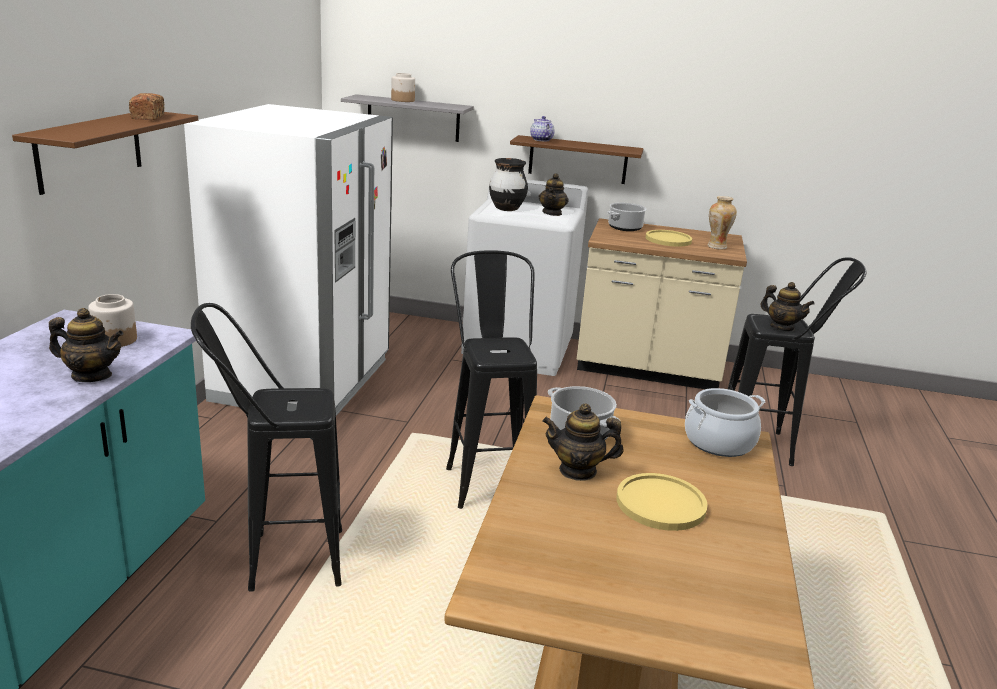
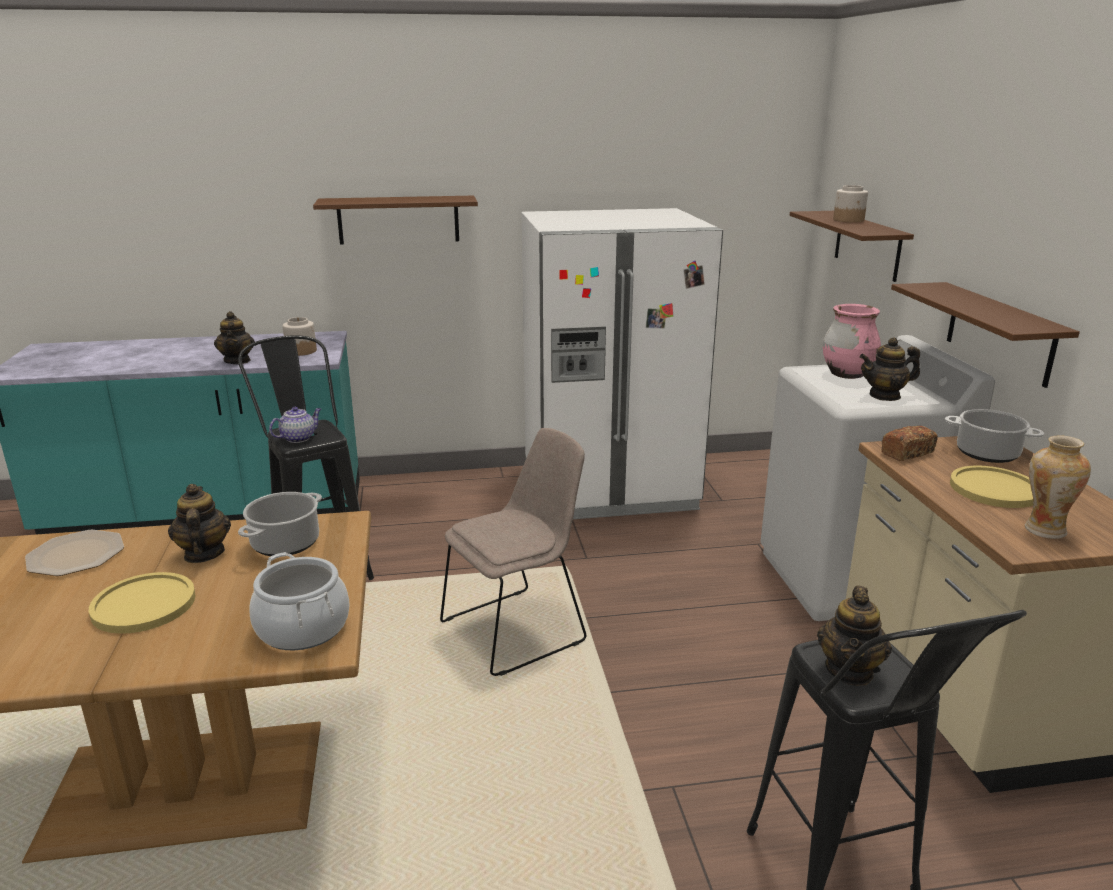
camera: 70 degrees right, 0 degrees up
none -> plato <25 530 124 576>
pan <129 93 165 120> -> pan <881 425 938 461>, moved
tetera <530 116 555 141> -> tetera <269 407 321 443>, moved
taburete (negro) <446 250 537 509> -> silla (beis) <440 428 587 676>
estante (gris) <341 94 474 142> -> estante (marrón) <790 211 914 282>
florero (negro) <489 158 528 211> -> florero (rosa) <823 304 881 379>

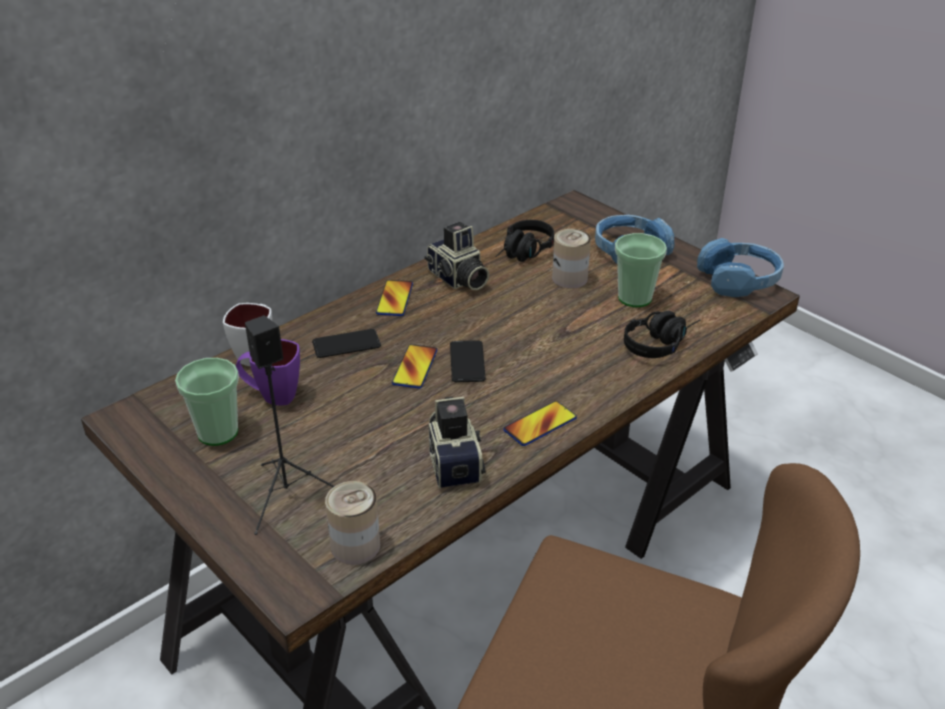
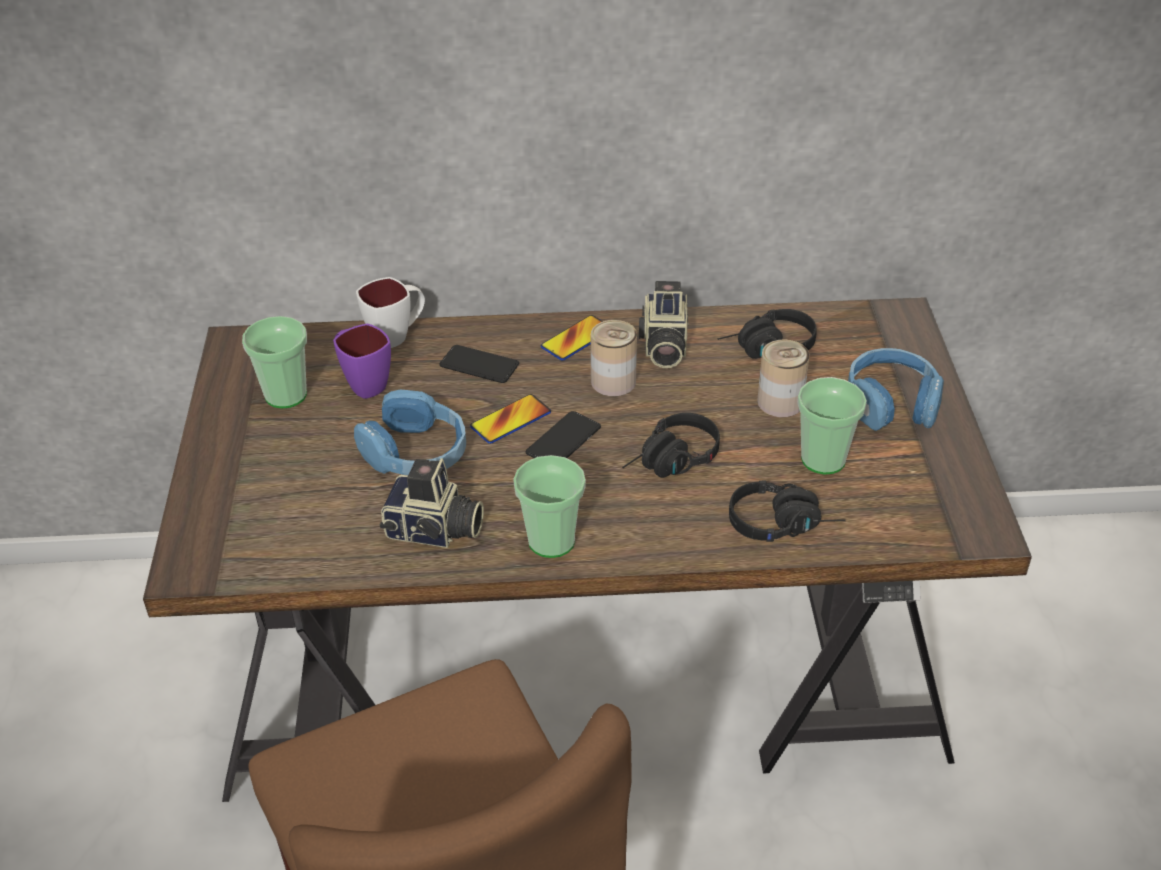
camera: 40 degrees right, 5 degrees up
altavoz (negro) <245 315 334 535> -> none
none -> auriculares (negro) <622 413 720 478>
lata <325 481 380 565> -> lata <591 320 637 396>, moved
auriculares (azul) <697 238 784 297> -> auriculares (azul) <354 390 466 475>, moved
móvil <504 401 577 446> -> taza <513 455 586 558>
cámara <429 397 486 489> -> cámara <380 458 484 548>, 75 degrees clockwise

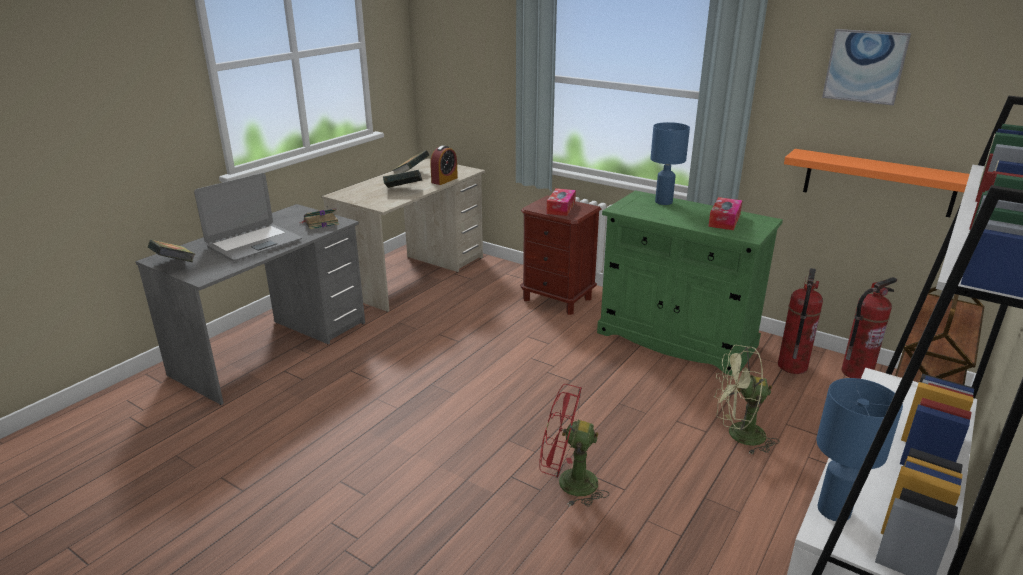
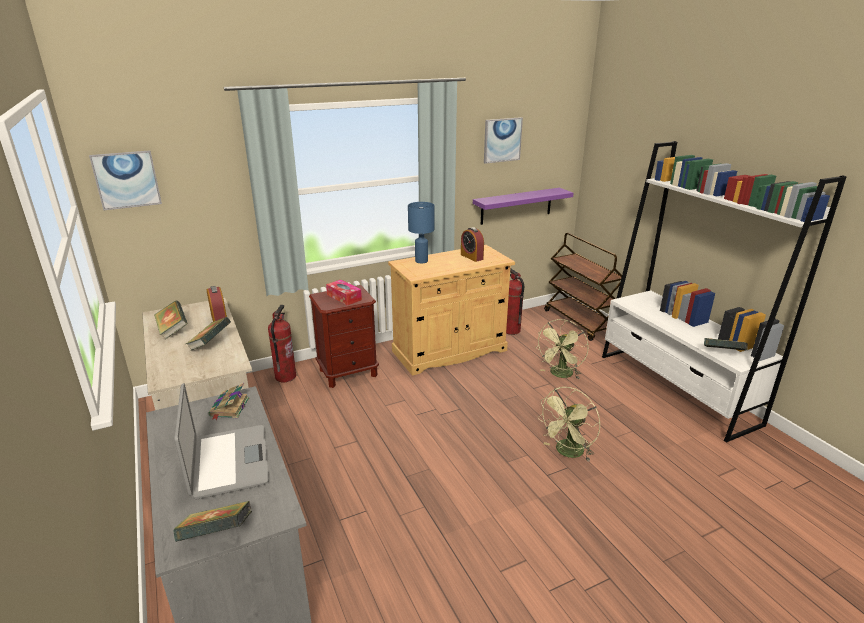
camera: 60 degrees left, 0 degrees up
none -> cuadro <89 150 162 210>
extintor <842 277 897 379> -> extintor <268 305 296 382>, moved
caja de pañuelos <708 197 743 230> -> despertador <461 227 484 262>
lámpara de mesa (azul) <816 378 903 521> -> libro <704 338 748 350>
ventilador (rojo) <539 384 609 507> -> ventilador (verde) <537 387 600 461>
armario (verde) <597 190 783 375> -> armario (beis) <388 245 515 376>
estante (naranja) <784 149 970 217> -> estante (morado) <473 188 573 225>

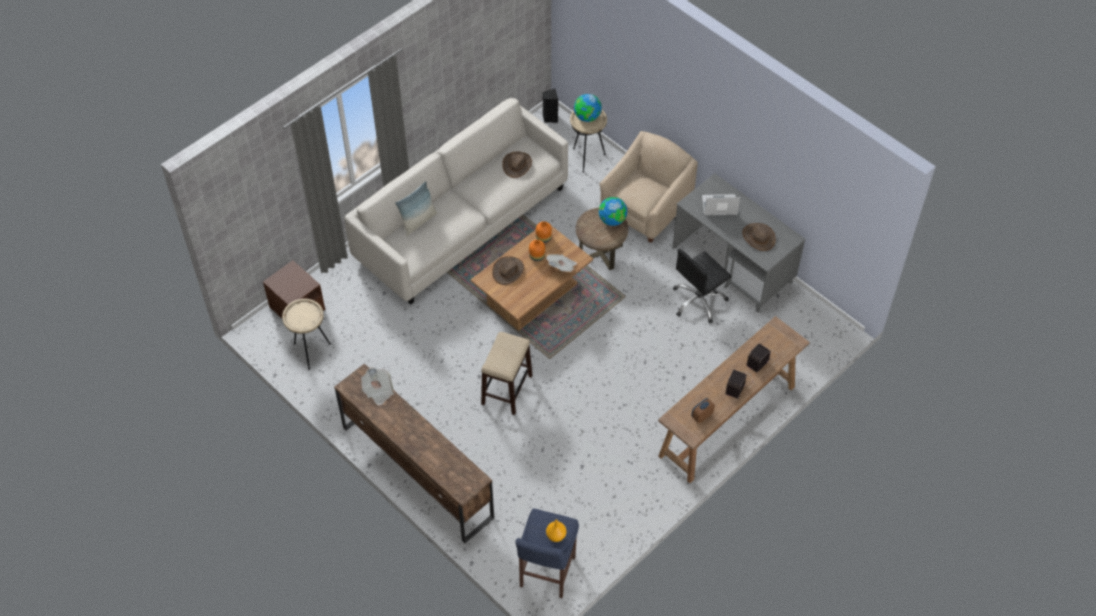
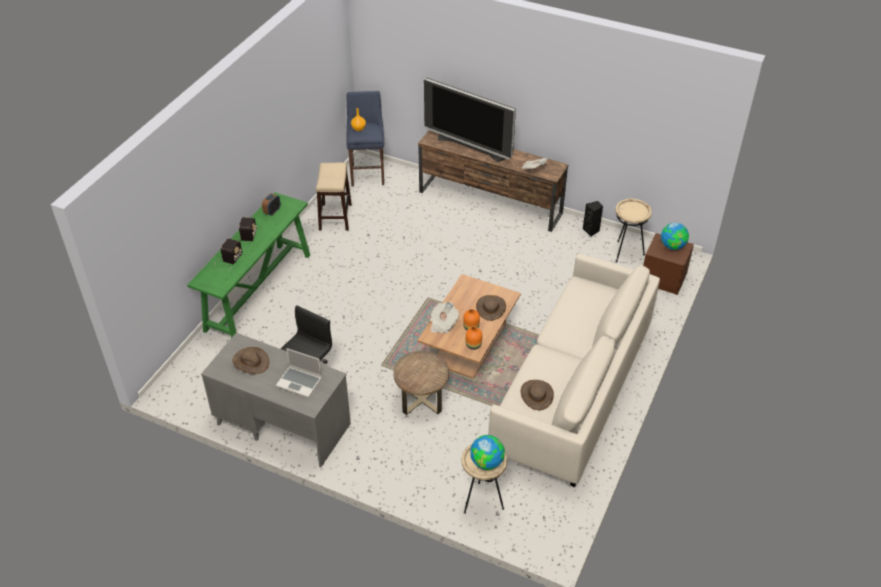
camera: 160 degrees right, 10 degrees down
cojín <395 181 438 236> -> none
sillón (beis) <599 131 698 243> -> none
none -> televisor <424 78 516 162>
taburete <481 332 533 415> -> taburete <316 163 352 231>, moved
altavoz (negro) <543 88 558 123> -> altavoz (negro) <583 201 603 237>, moved
globo terráqueo <599 197 627 226> -> globo terráqueo <661 223 689 250>, moved
mesa consola (marrón) <658 316 810 483> -> mesa consola (verde) <187 192 310 338>
portátil <702 194 740 215> -> portátil <276 348 322 398>, 45 degrees clockwise

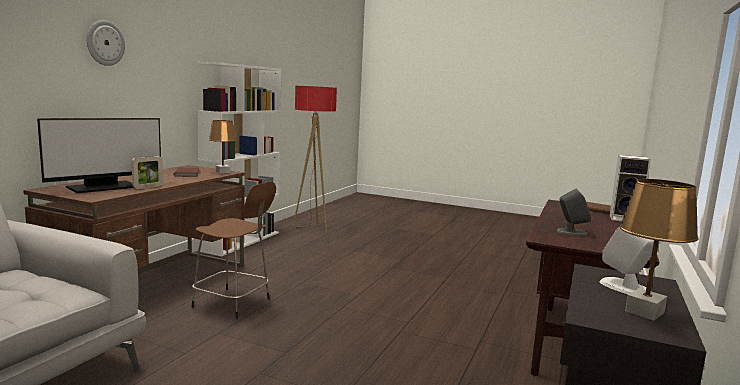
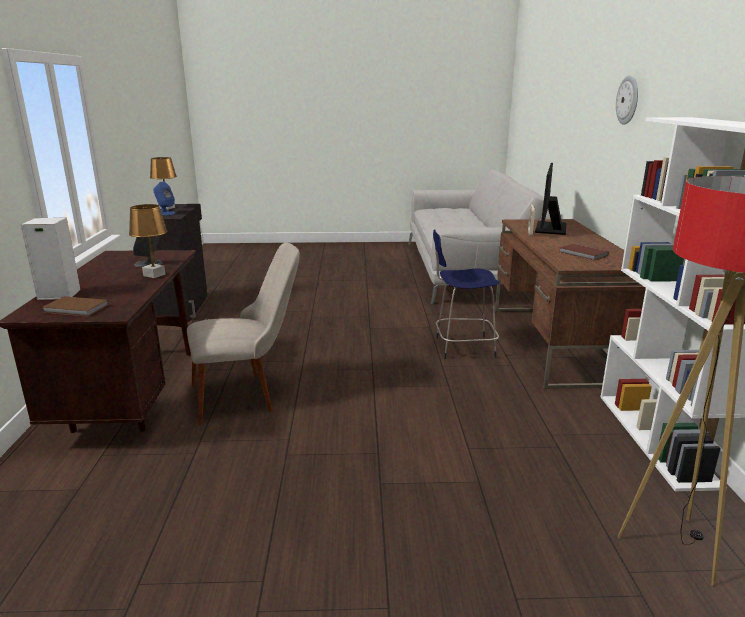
camera: 155 degrees right, 10 degrees up
none -> silla (beis) <187 243 300 425>
lámpara de mesa (marrón) <209 120 237 174> -> lámpara de mesa (marrón) <129 204 168 278>, moved
taburete (marrón) <191 181 276 319> -> taburete (azul) <433 229 499 359>
altavoz (blanco) <599 227 659 294> -> altavoz (azul) <153 182 176 215>

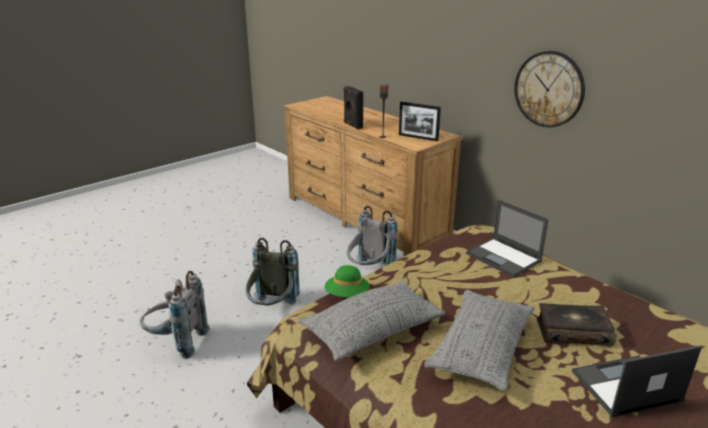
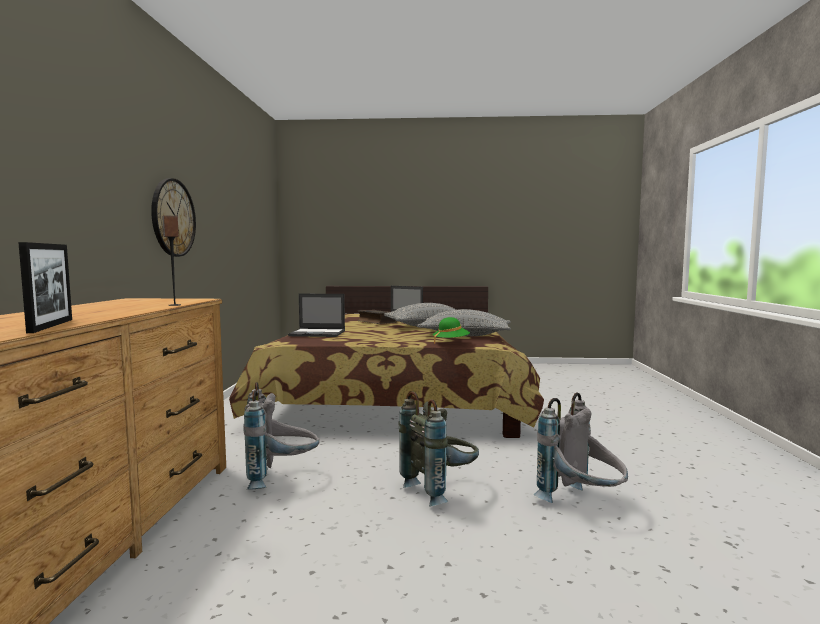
camera: 135 degrees left, 20 degrees down
altavoz (negro) <344 86 363 129> -> none
portarretratos <399 102 441 141> -> portarretratos <18 242 72 333>, moved
portátil <466 200 549 278> -> portátil <288 294 345 337>, 90 degrees clockwise

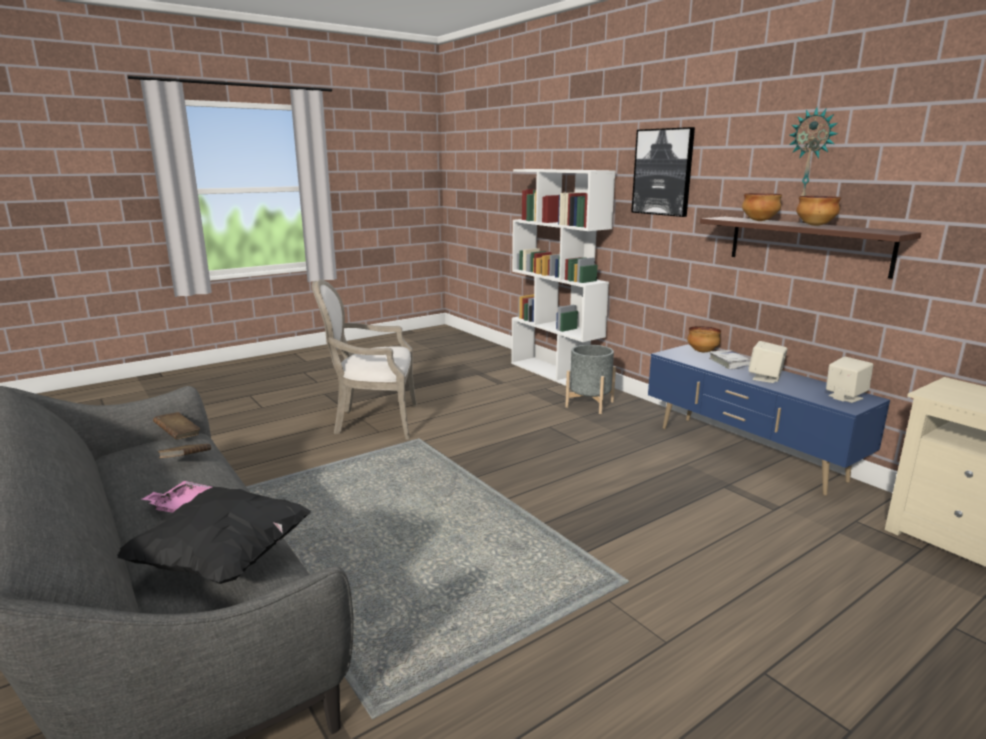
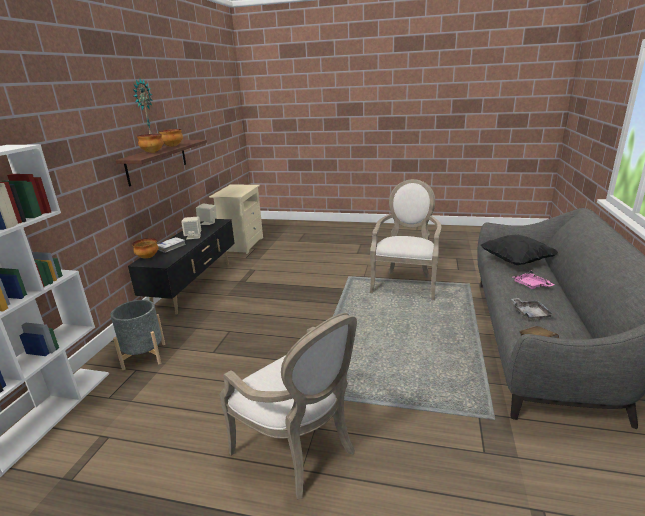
camera: 130 degrees left, 5 degrees up
cuadro <631 127 695 217> -> none
none -> sillón <370 179 442 300>
libro (marrón) <158 444 211 459> -> bandeja (gris) <511 298 555 321>
mueble de televisión (azul) <648 344 890 496> -> mueble de televisión (negro) <128 219 235 315>

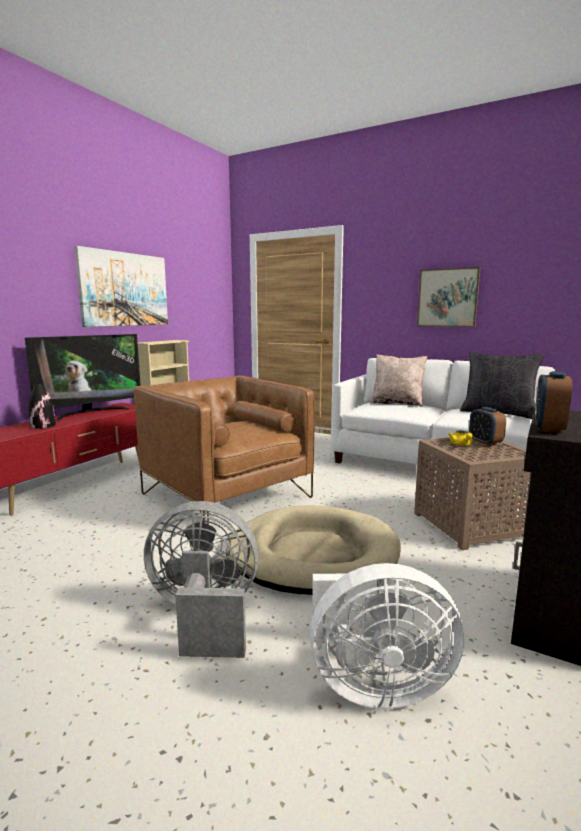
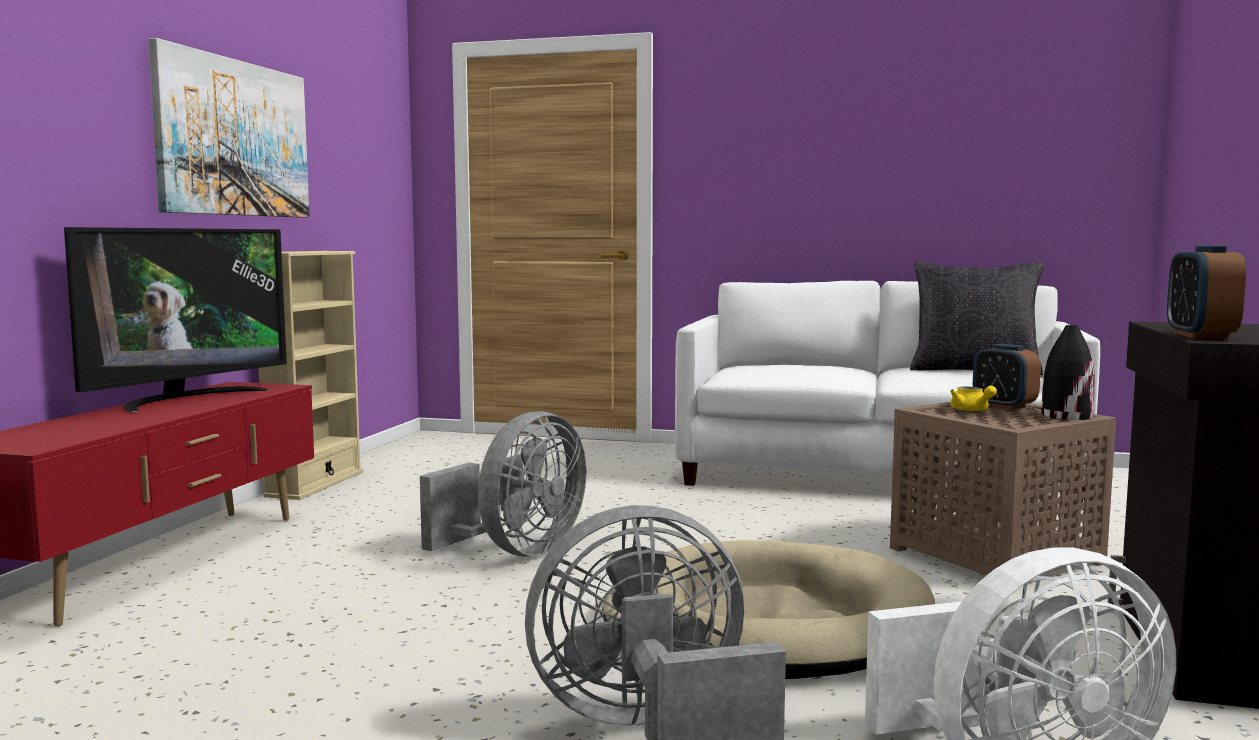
camera: 15 degrees left, 5 degrees down
cojín (beis) <371 355 427 407> -> none
cuadro <417 267 480 327> -> none
florero (negro) <28 383 56 429> -> florero (negro) <1041 325 1094 420>, moved
sillón (marrón) <134 375 315 524> -> ventilador (gris) <420 411 586 556>

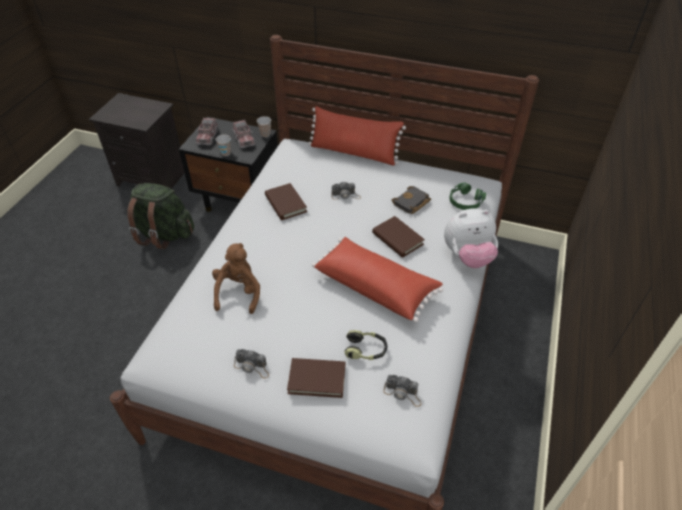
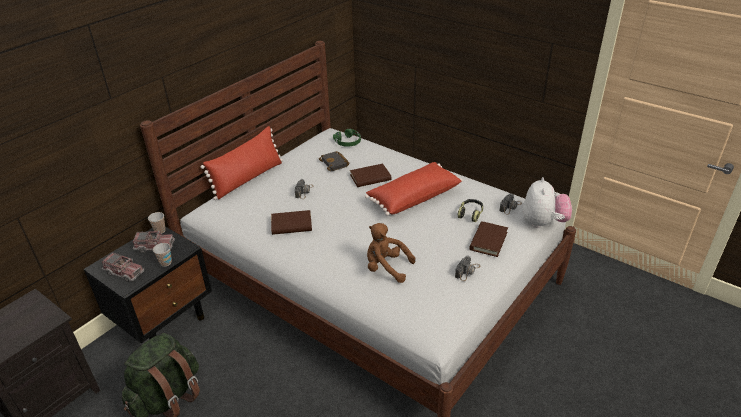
camera: 70 degrees left, 10 degrees down
peluche <444 208 498 268> -> peluche <523 177 572 228>, moved

